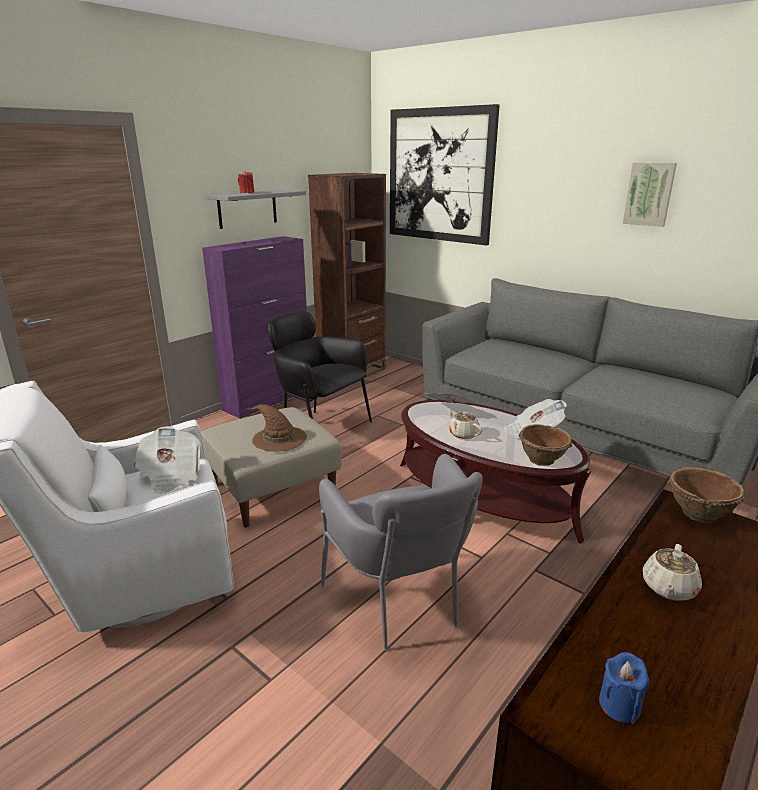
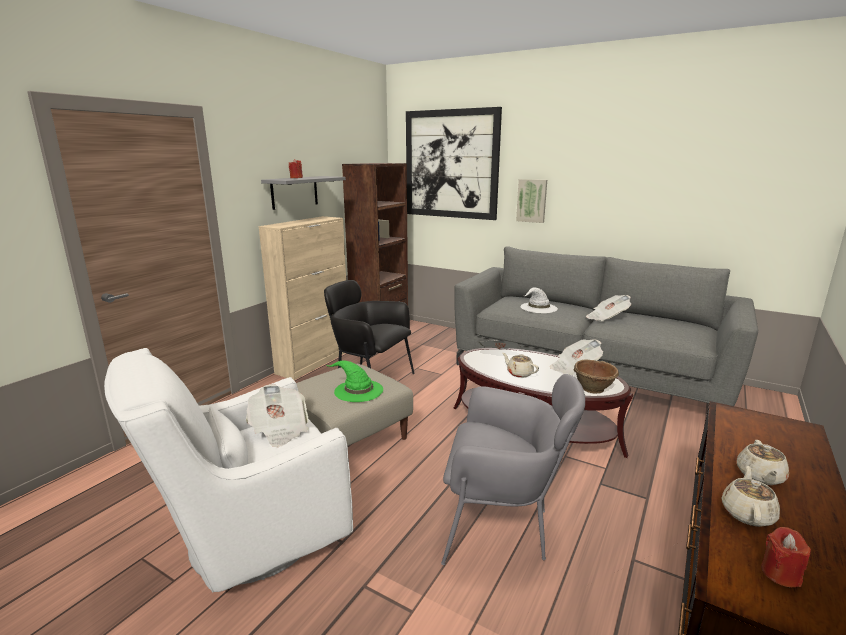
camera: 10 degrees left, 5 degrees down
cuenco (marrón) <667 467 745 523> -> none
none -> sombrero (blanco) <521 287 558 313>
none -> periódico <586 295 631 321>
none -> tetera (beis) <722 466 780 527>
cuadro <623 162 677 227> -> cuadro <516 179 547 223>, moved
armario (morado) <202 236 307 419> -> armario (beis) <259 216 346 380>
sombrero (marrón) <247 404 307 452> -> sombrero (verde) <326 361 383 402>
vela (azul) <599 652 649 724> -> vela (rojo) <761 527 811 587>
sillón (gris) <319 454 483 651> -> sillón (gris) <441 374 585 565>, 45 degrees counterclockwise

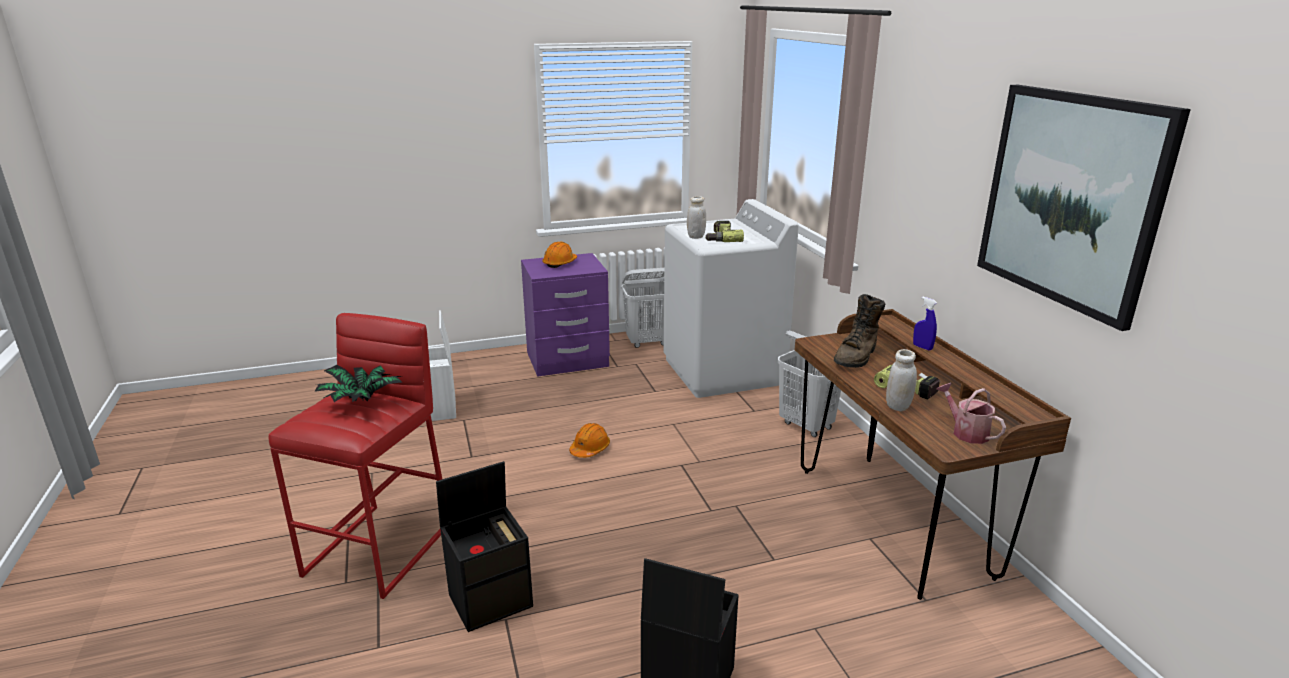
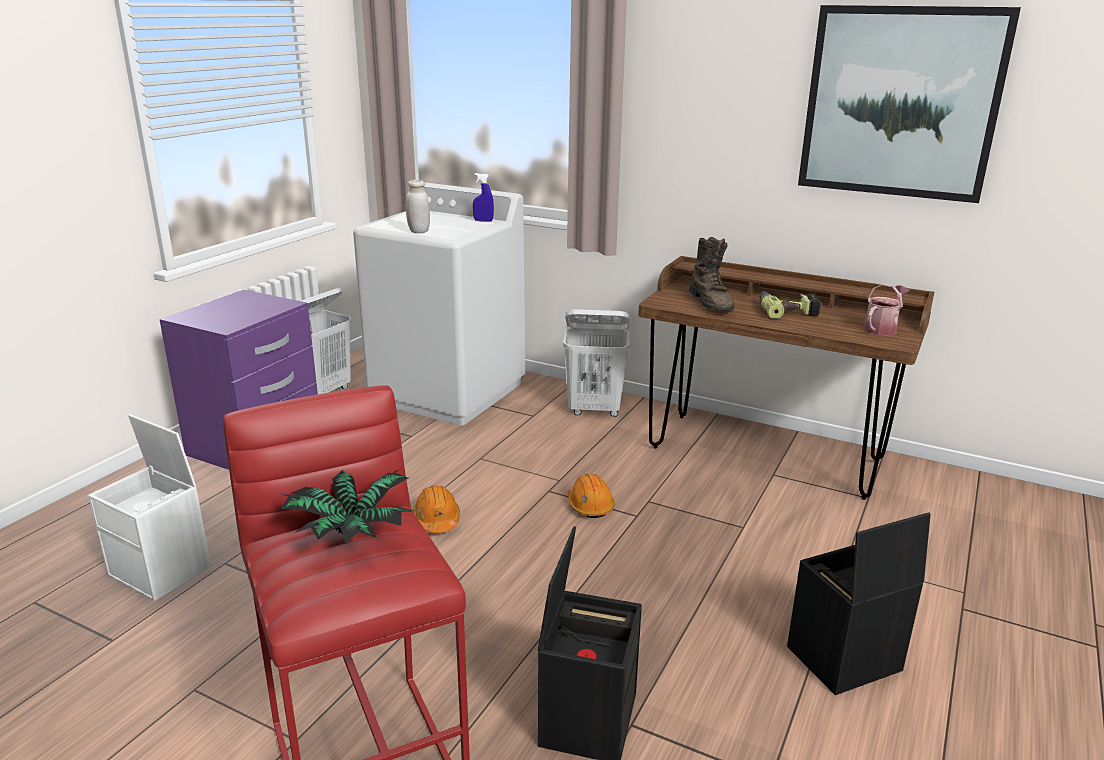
camera: 45 degrees left, 0 degrees up
taladro <705 221 744 242> -> none
tarro (blanco) <886 349 917 411> -> none
casco (naranja) <542 241 577 268> -> casco (naranja) <568 473 615 518>, moved
pulverizador (azul) <913 297 937 351> -> pulverizador (azul) <473 173 494 222>, moved
regadera <937 383 1006 444> -> regadera <863 283 909 336>, 120 degrees clockwise

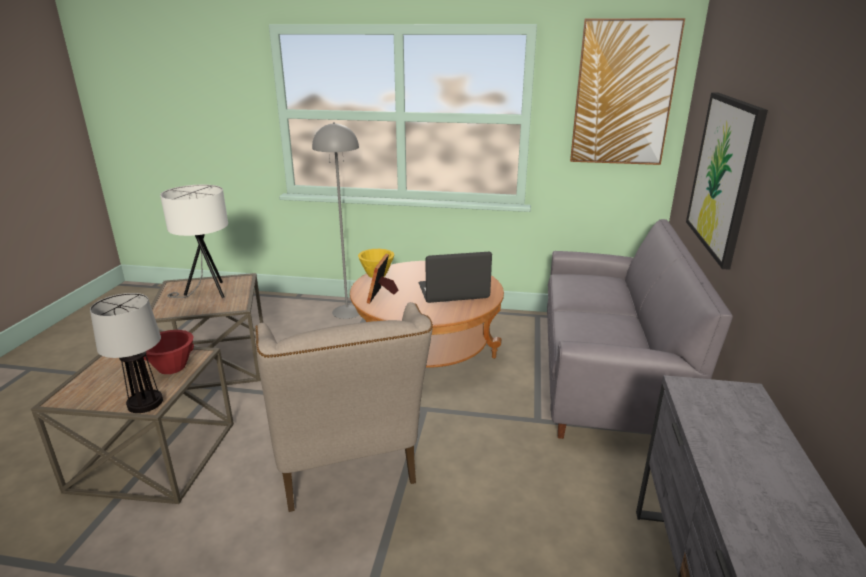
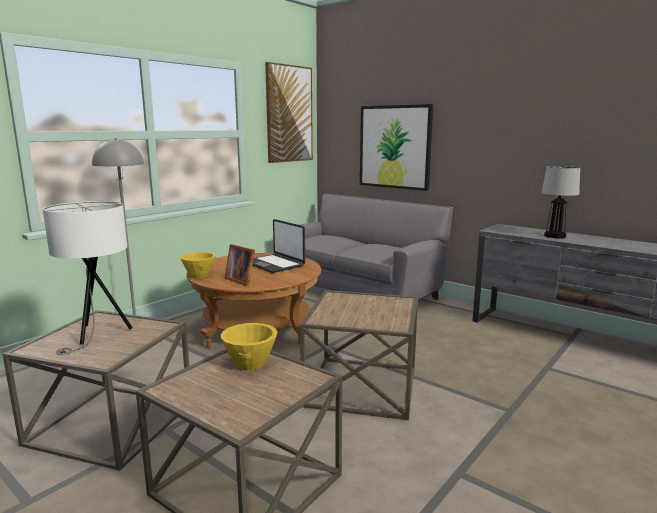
camera: 60 degrees left, 10 degrees down
lámpara de mesa <90 293 163 413> -> lámpara de mesa <542 166 580 239>, moved
sillón (beis) <255 302 433 512> -> mesa auxiliar (marrón) <300 290 418 420>
cuenco (rojo) <143 330 194 374> -> cuenco (amarillo) <221 323 278 371>
portátil <419 252 492 303> -> portátil <253 219 305 273>, 60 degrees counterclockwise

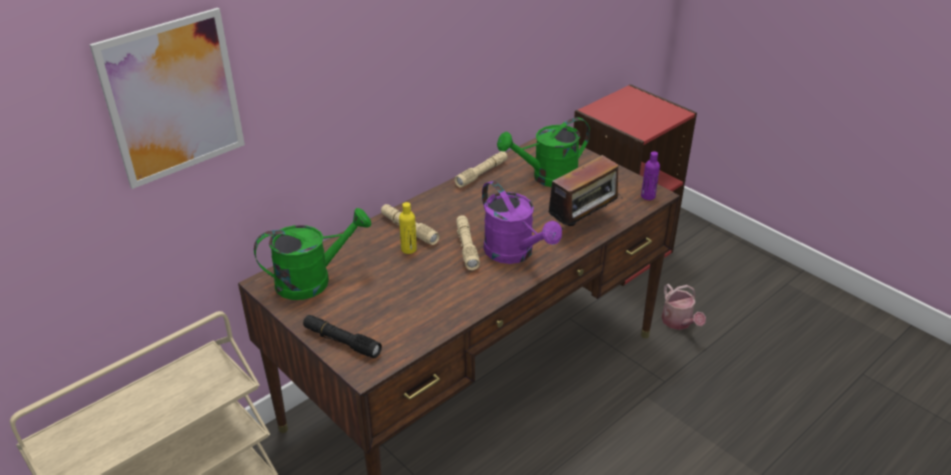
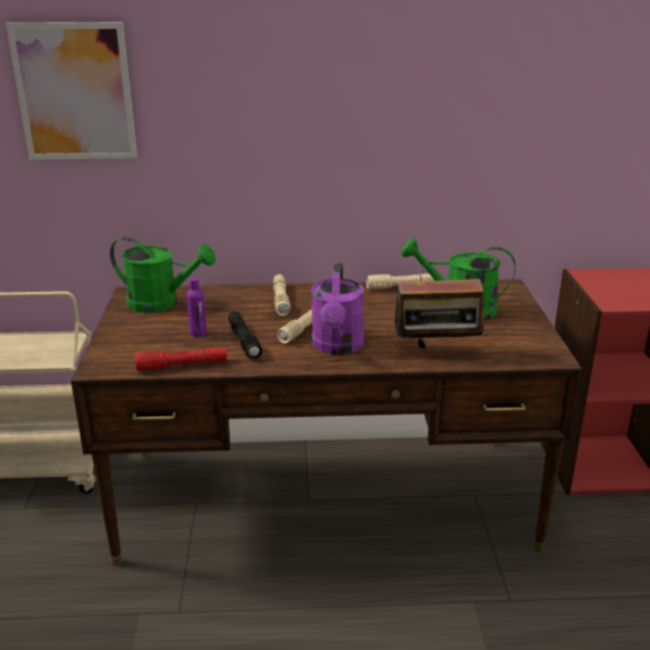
camera: 40 degrees right, 10 degrees down
botella (amarillo) <399 202 417 254> -> none
regadera <662 284 706 330> -> none
none -> linterna (rojo) <135 347 227 371>
linterna (negro) <303 315 382 358> -> linterna (negro) <228 311 262 359>, moved
botella (morado) <641 151 660 200> -> botella (morado) <187 278 207 337>, moved

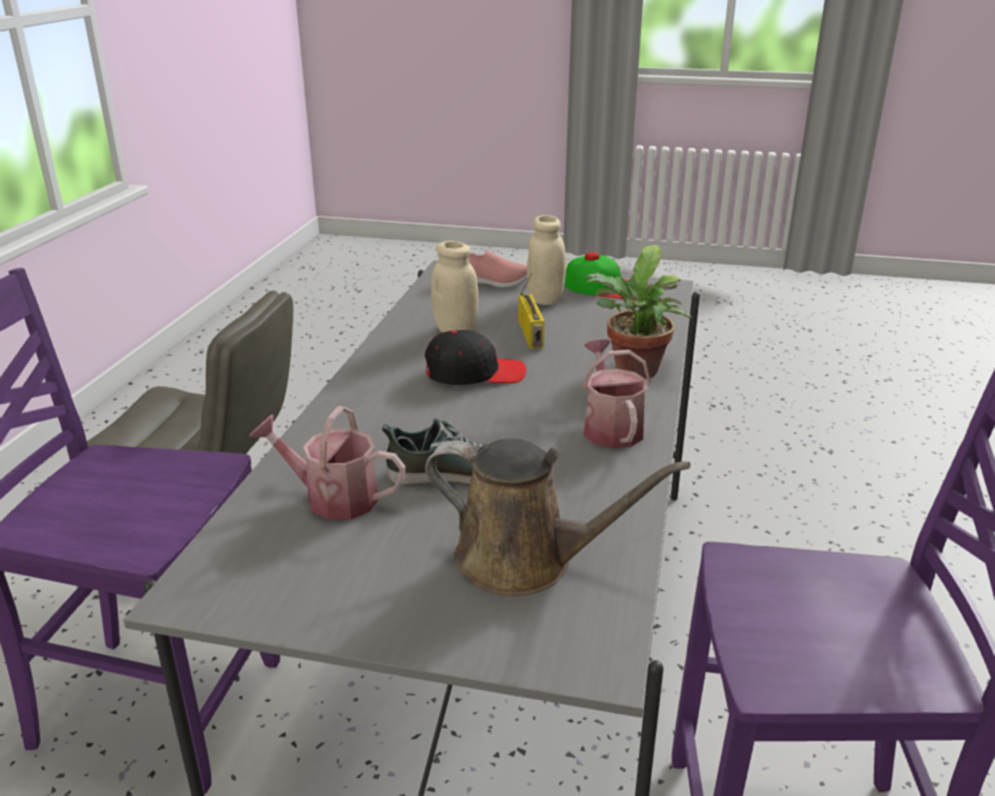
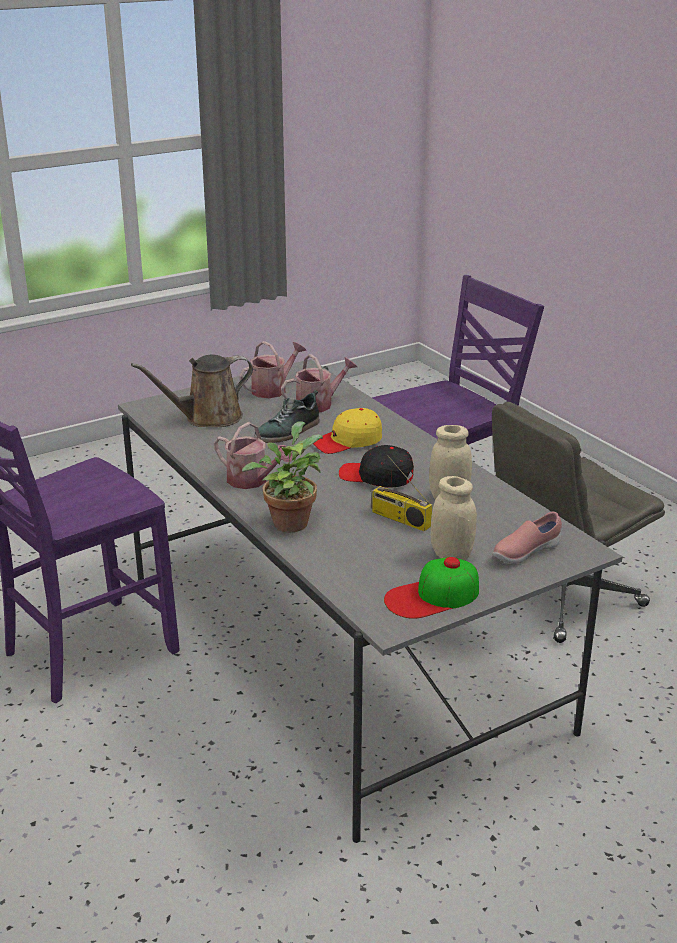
camera: 135 degrees right, 0 degrees up
none -> regadera <239 341 306 398>
none -> gorra (amarillo) <313 408 382 454>
gorra (negro) <425 330 526 385> -> gorra (negro) <339 445 414 488>, 75 degrees clockwise

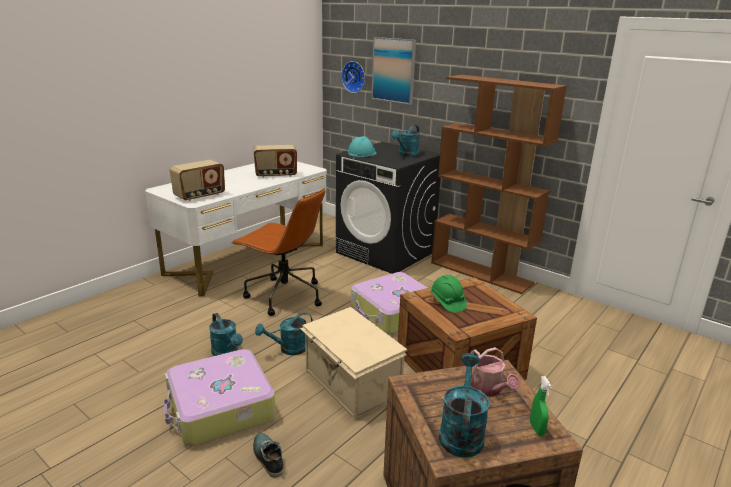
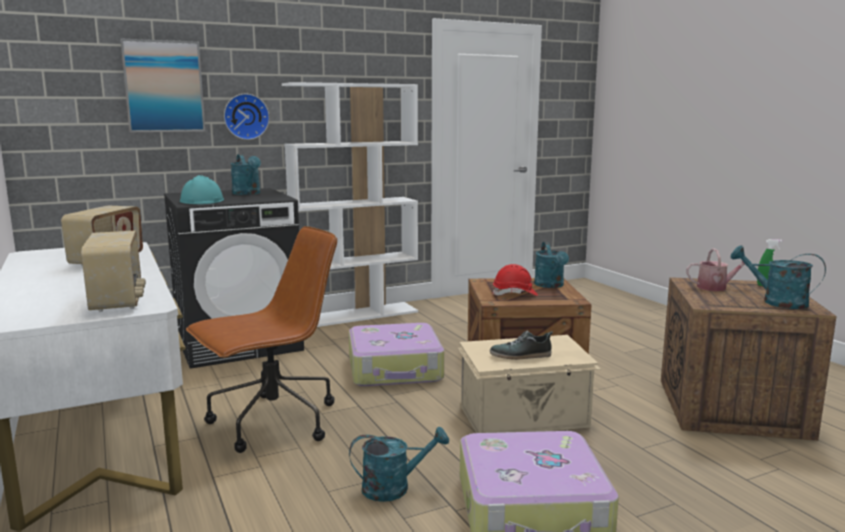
camera: 65 degrees left, 10 degrees down
zapato <253 433 284 478> -> zapato <490 331 553 360>, moved
regadera (turquesa) <255 312 313 355> -> regadera (turquesa) <534 242 569 288>, moved
reloj de pared <342 61 365 93> -> reloj de pared <224 94 270 140>, moved
casco (verde) <430 275 467 313> -> casco (rojo) <492 264 538 296>
estantería (marrón) <431 75 567 294> -> estantería (blanco) <282 82 418 327>

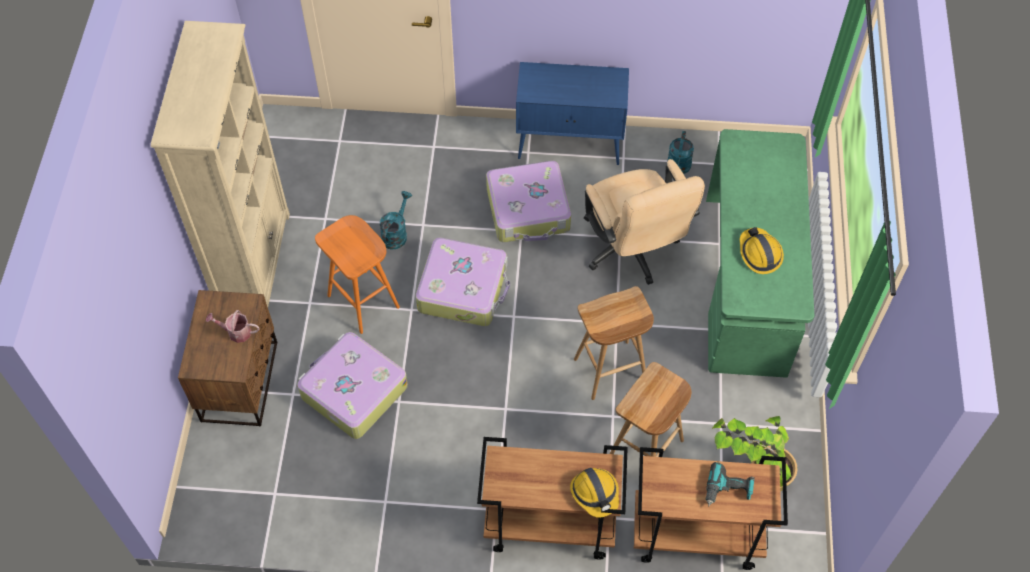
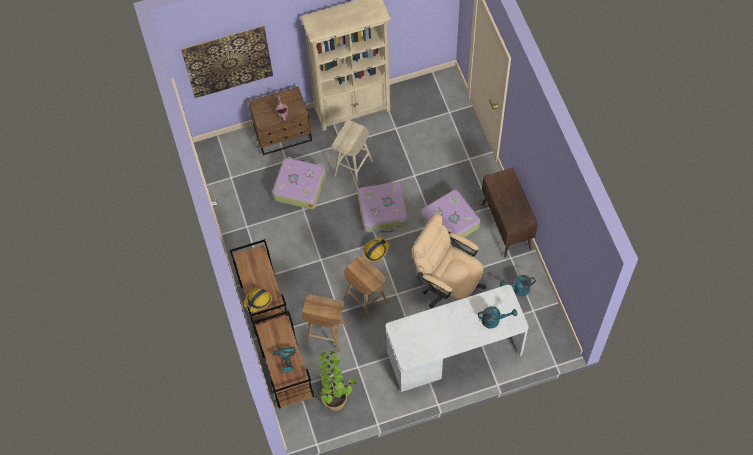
camera: 70 degrees right, 5 degrees up
none -> cuadro <181 26 273 98>
regadera (turquesa) <380 191 412 249> -> regadera (turquesa) <478 306 517 328>, moved
casco <740 227 784 274> -> casco <363 238 389 262>, moved
taburete (naranja) <315 215 400 334> -> taburete (beis) <331 120 373 186>
armario (azul) <516 62 629 165> -> armario (marrón) <482 167 538 257>
escritorio (verde) <706 129 814 378> -> escritorio (blanco) <385 285 529 392>
silla de oficina (beis) <584 159 705 285> -> silla de oficina (beis) <412 214 486 308>, 75 degrees clockwise

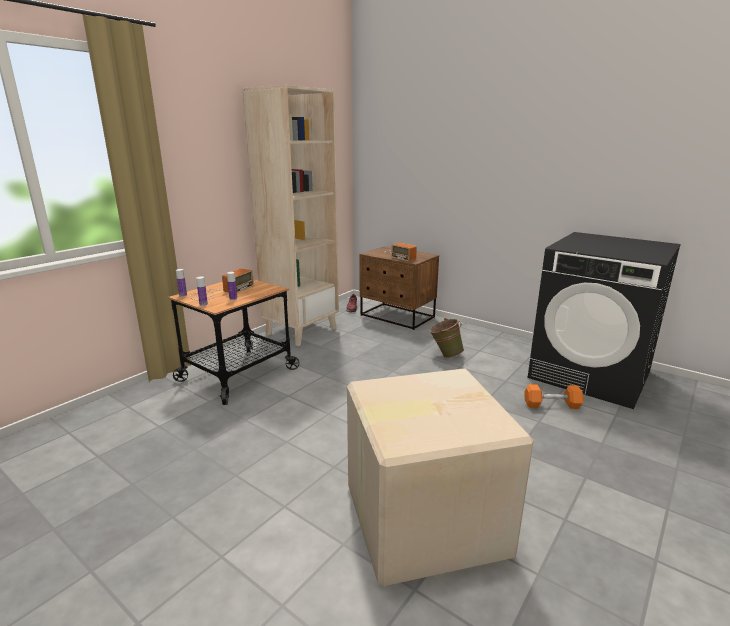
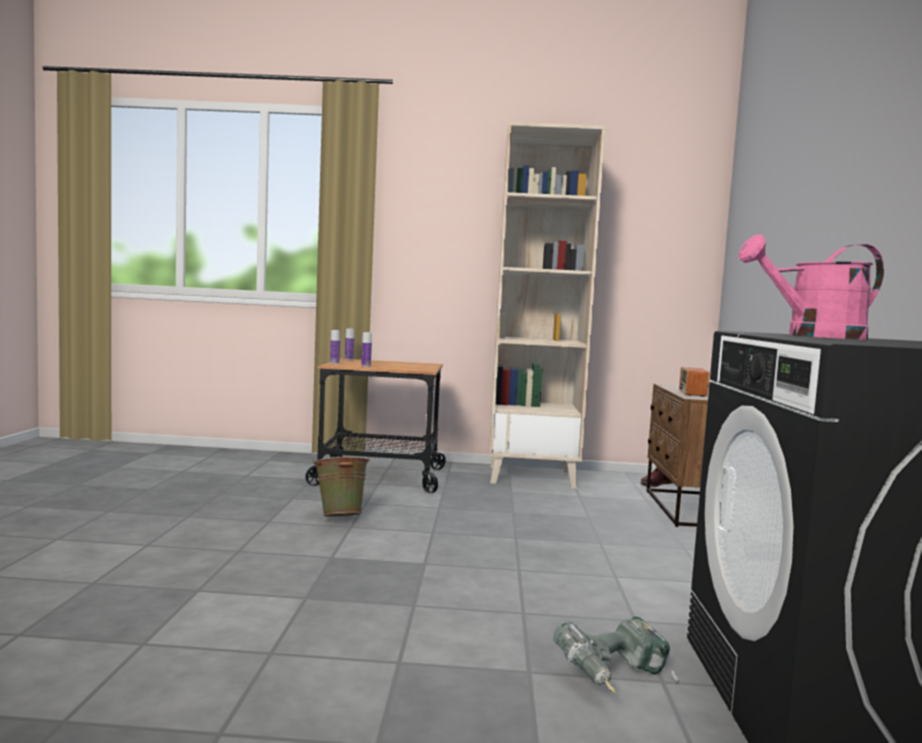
camera: 55 degrees right, 15 degrees down
radio <190 269 254 300> -> none
caja de cartón <347 368 534 586> -> none
none -> regadera (rosa) <738 234 884 340>
cubo (verde) <429 318 464 358> -> cubo (verde) <313 457 370 517>, moved
mancuerna (naranja) <524 384 584 409> -> taladro <553 616 679 695>

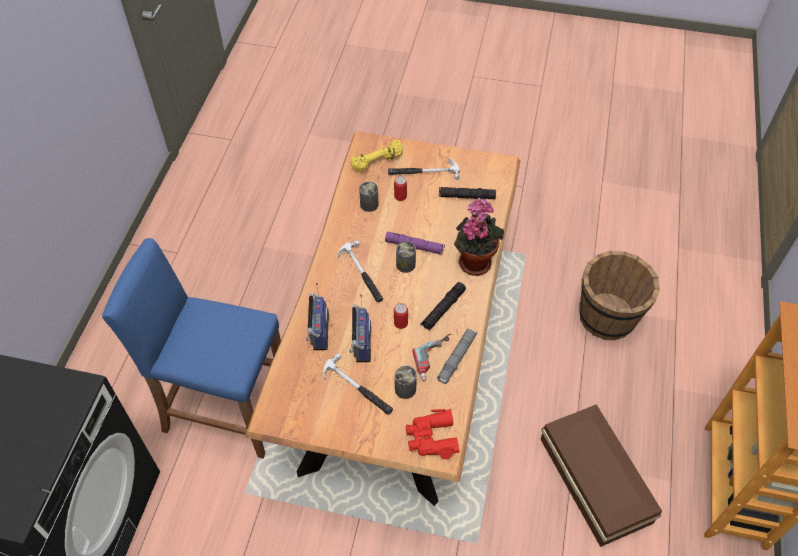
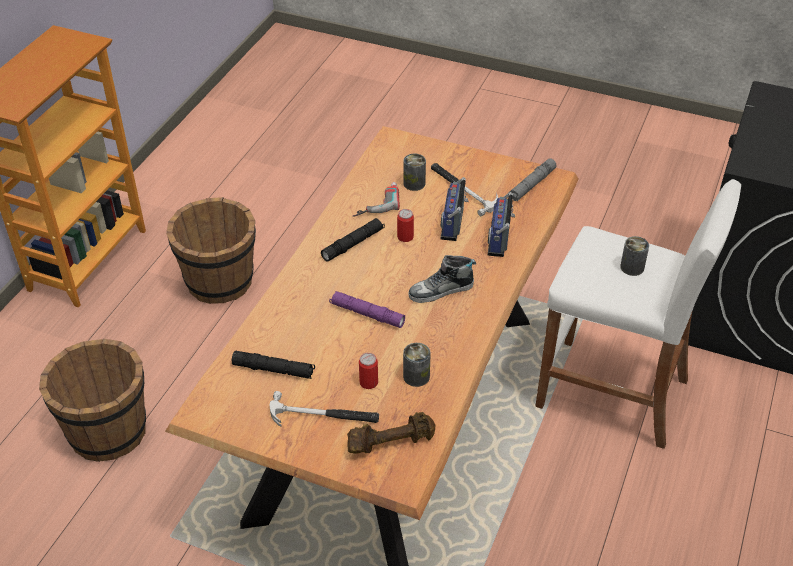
camera: 170 degrees left, 10 degrees down
prismáticos (rojo) <406 409 460 459> -> none
planta en maceta <454 198 504 276> -> none
lata <396 241 416 273> -> lata <620 236 649 276>, moved
linterna (gris) <437 328 477 384> -> linterna (gris) <508 159 557 201>, moved
martillo <338 240 383 302> -> zapato <408 255 476 303>
caja de almacenaje (marrón) <540 404 662 547> -> cubo (marrón) <166 197 256 304>
taburete (azul) <102 238 281 459> -> taburete (blanco) <535 179 741 449>
mancuerna (amarillo) <351 140 403 172> -> mancuerna (marrón) <347 412 435 454>

